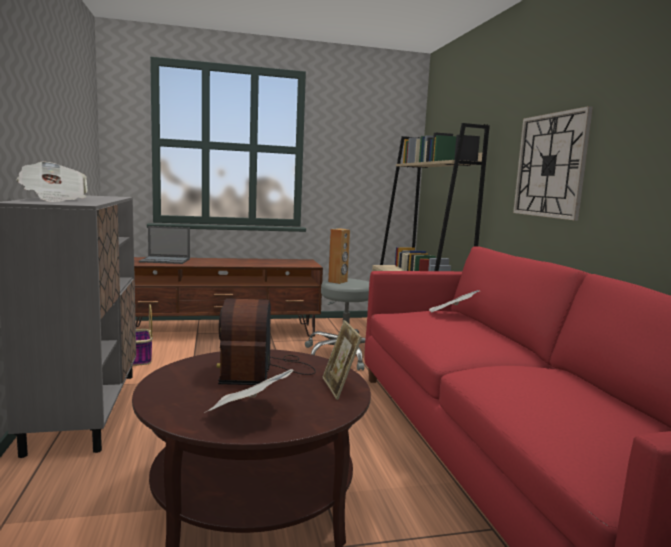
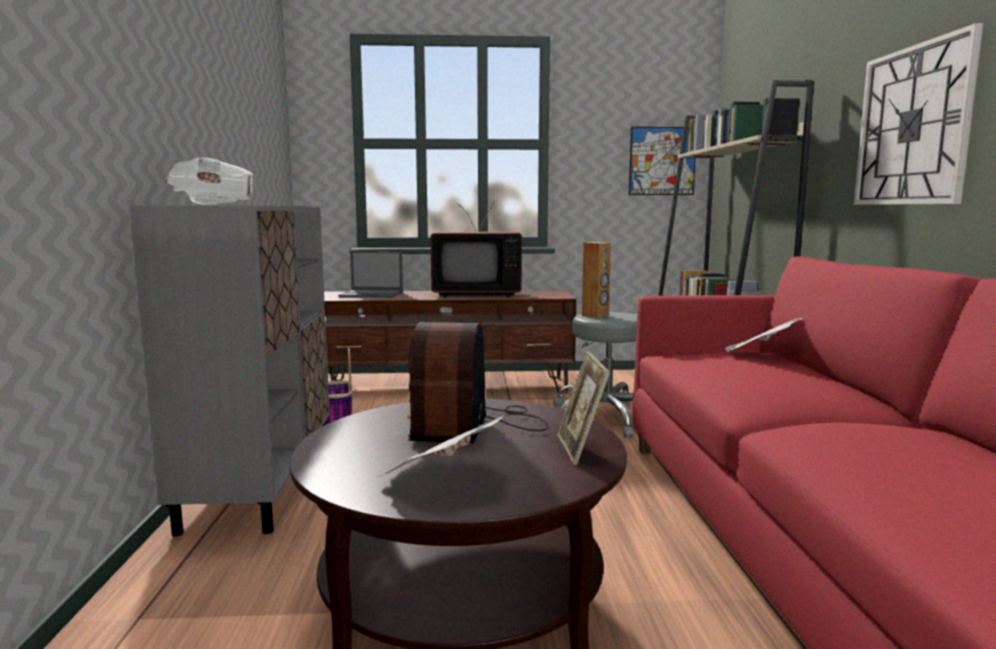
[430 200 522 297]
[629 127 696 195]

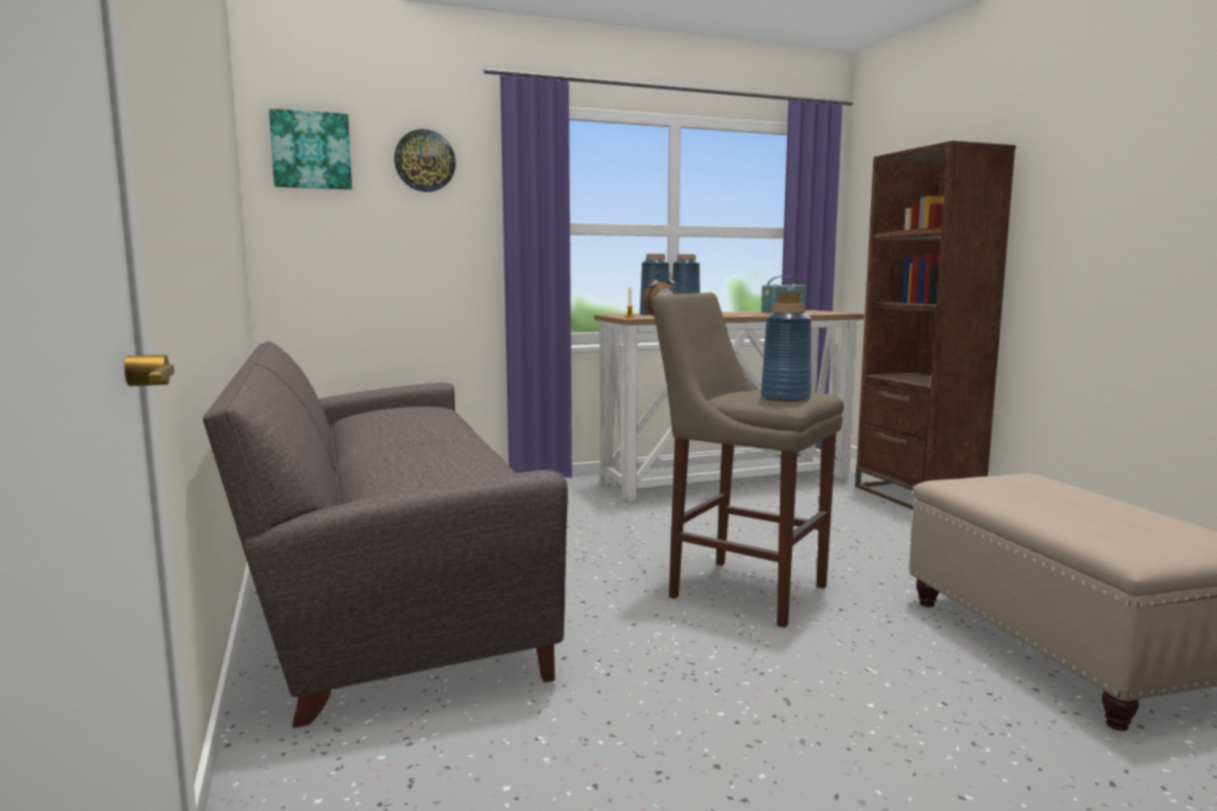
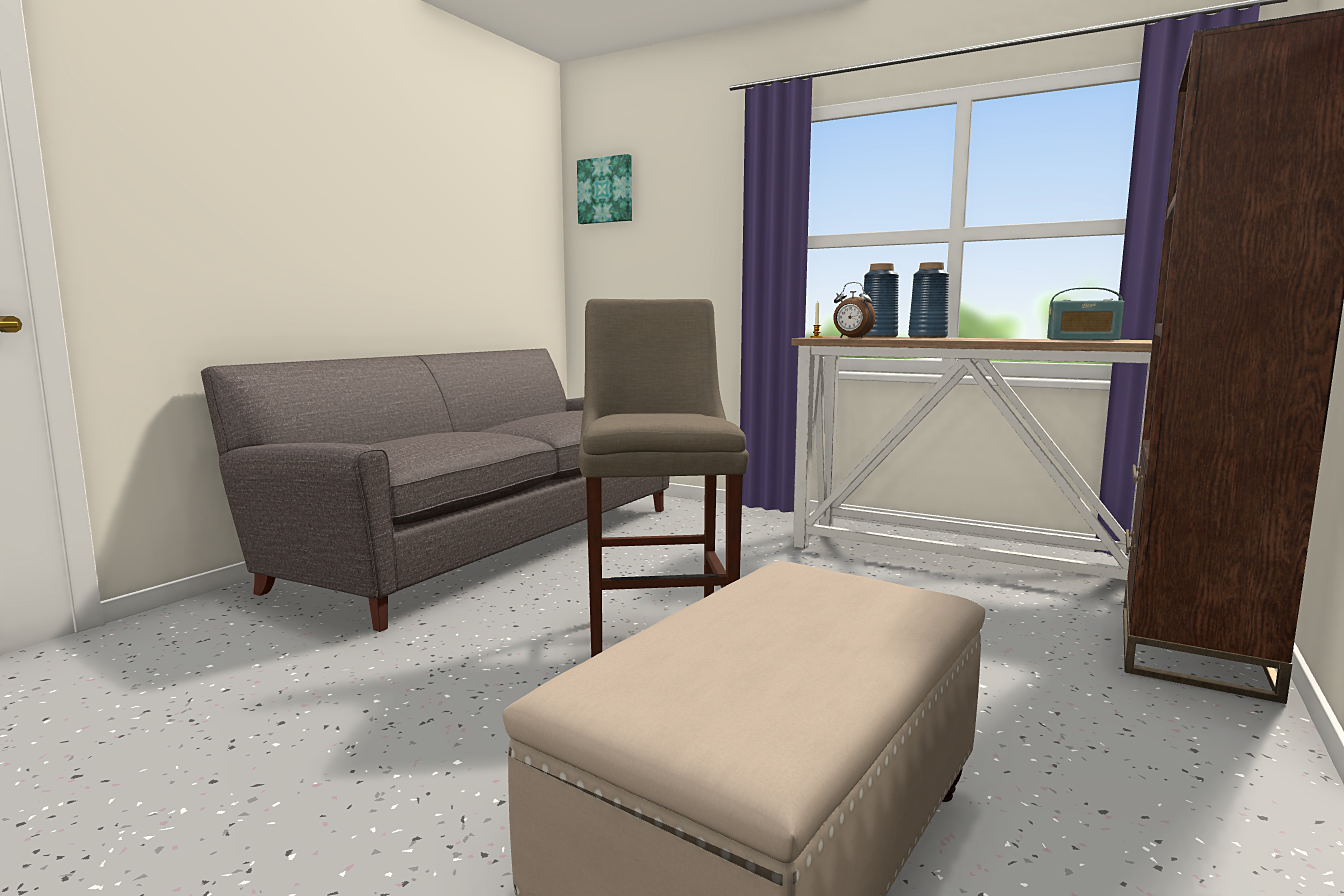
[394 129 456 192] (first image)
[761 303 811 402] (first image)

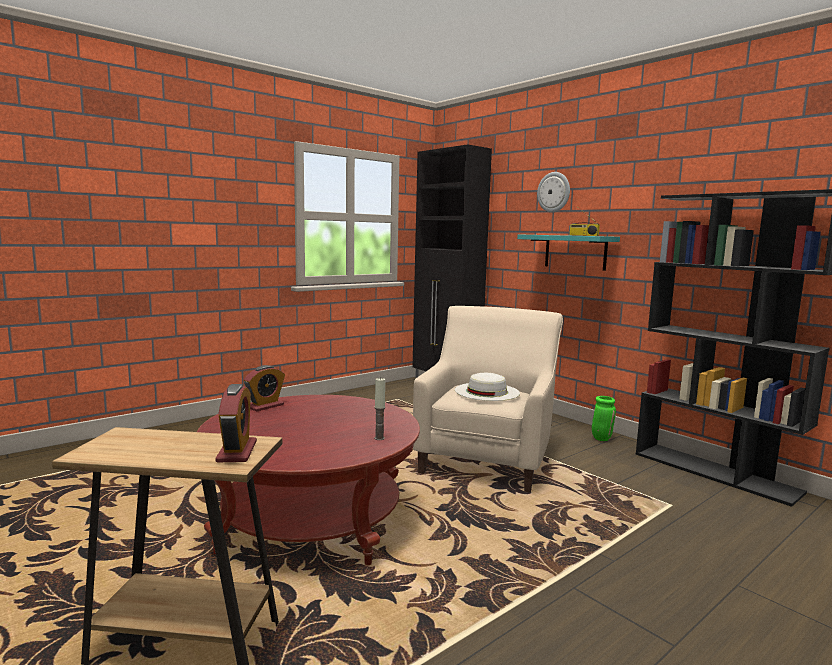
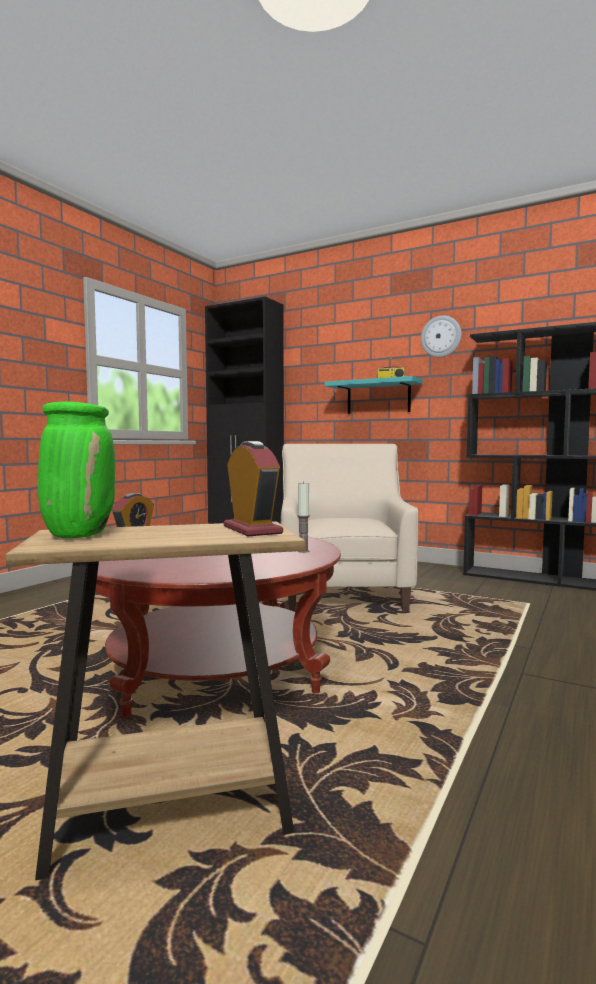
[455 373 520 401] (first image)
[421 315 461 357]
[38 401 115 538]

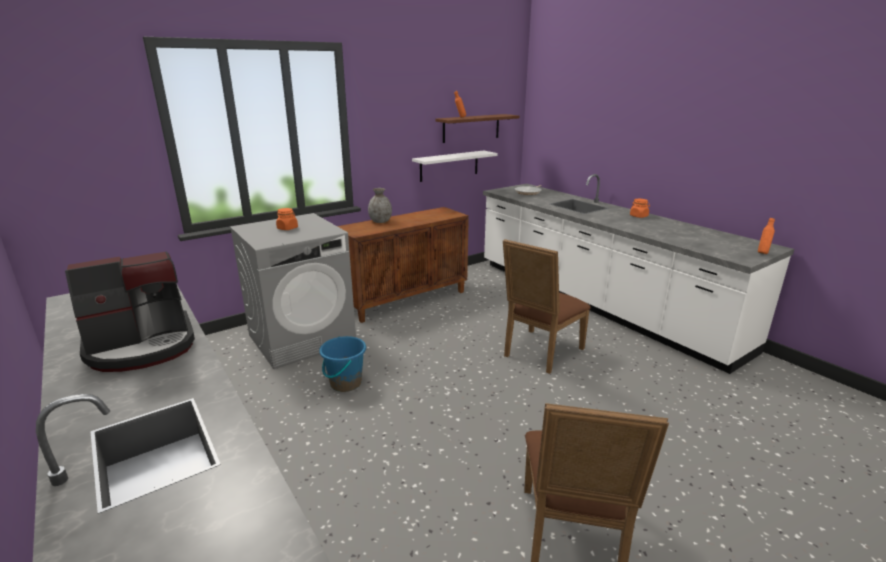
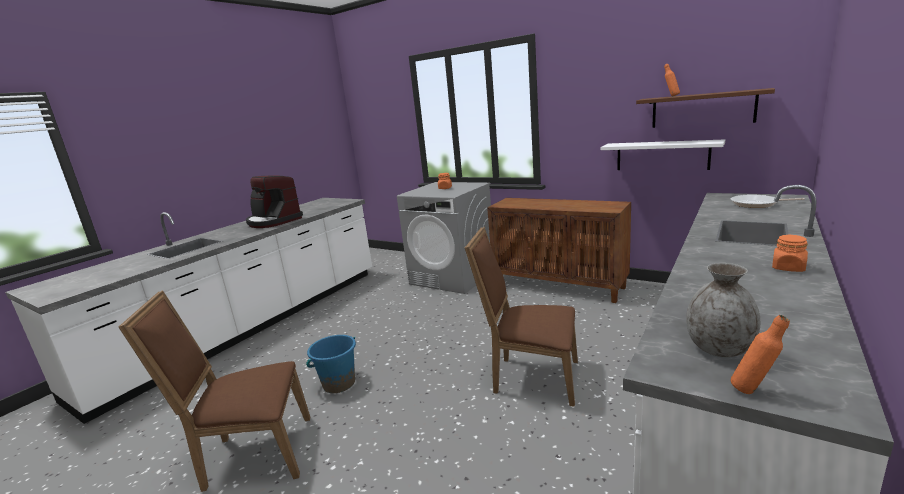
[306 335 356 393]
[686 263 760 357]

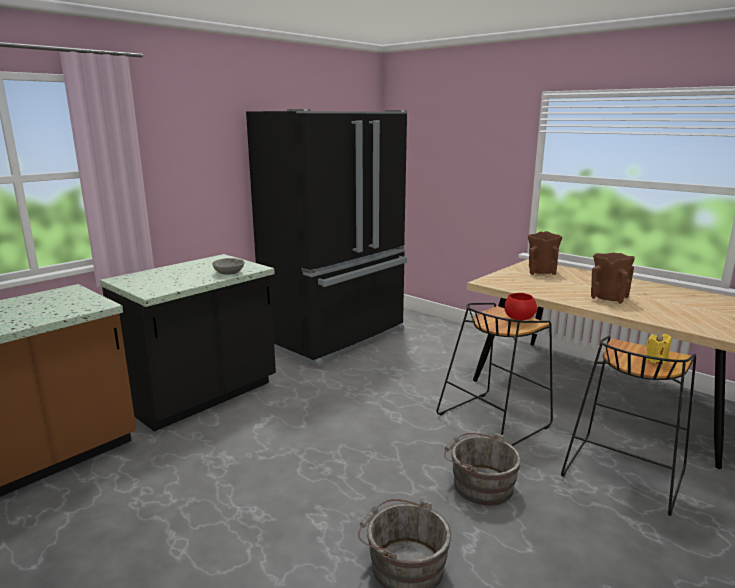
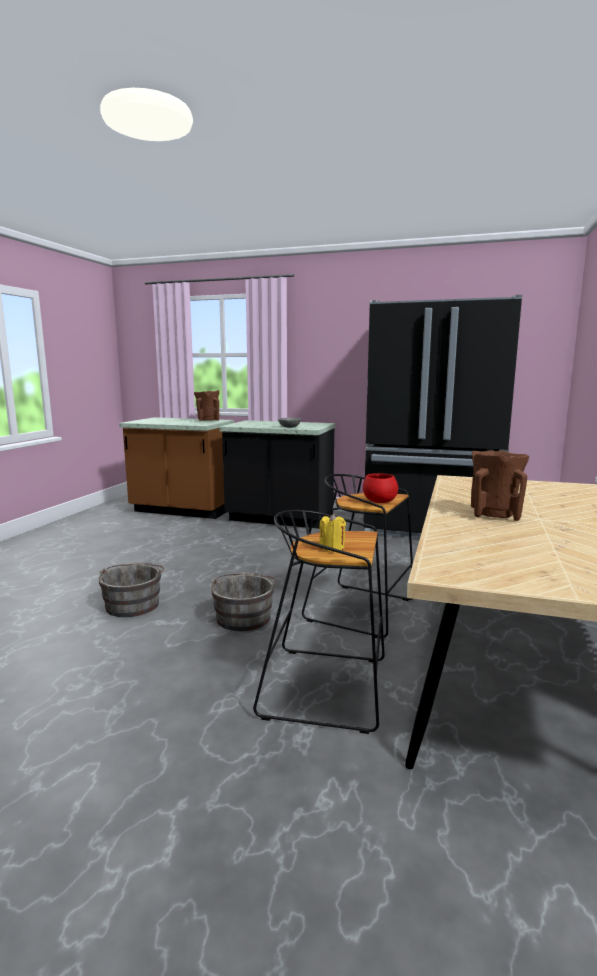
[194 390 219 421]

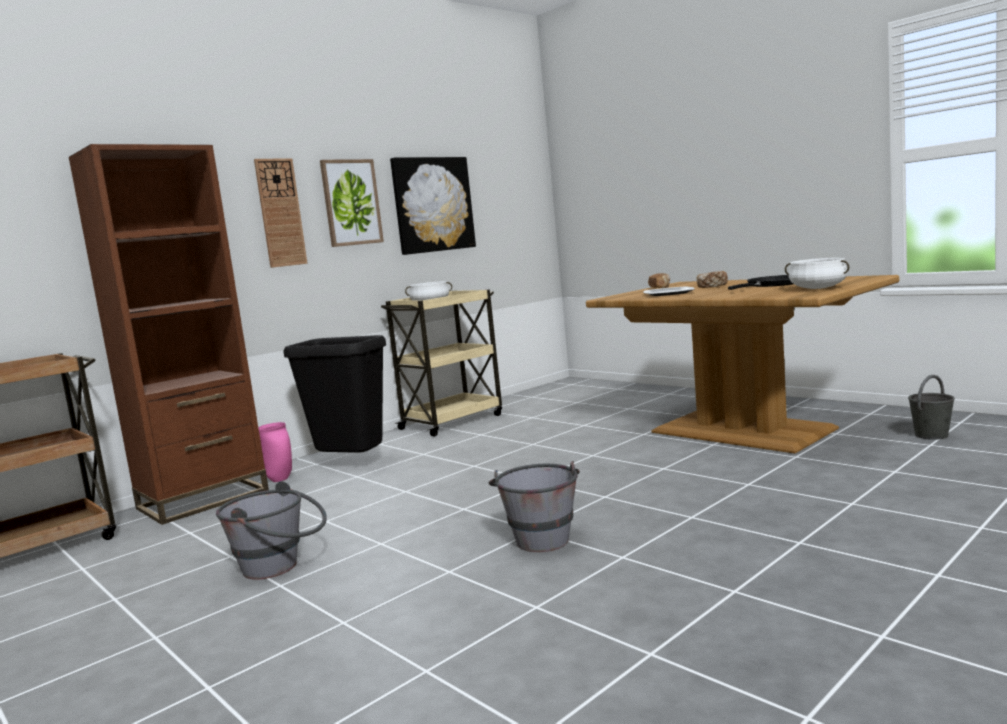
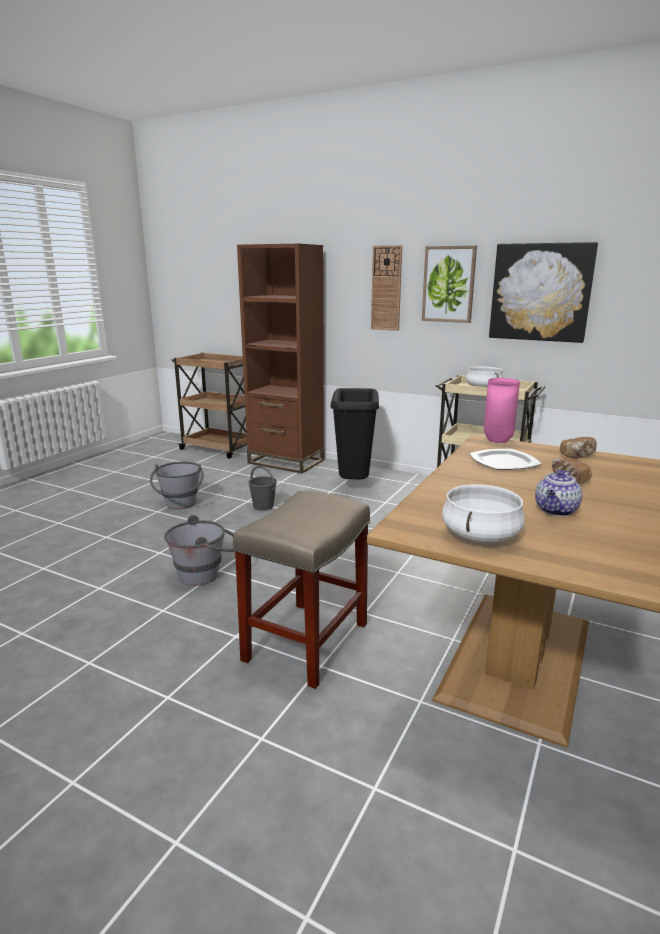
[484 378 520 443]
[535 470 582 516]
[248 466 277 511]
[233 491 370 689]

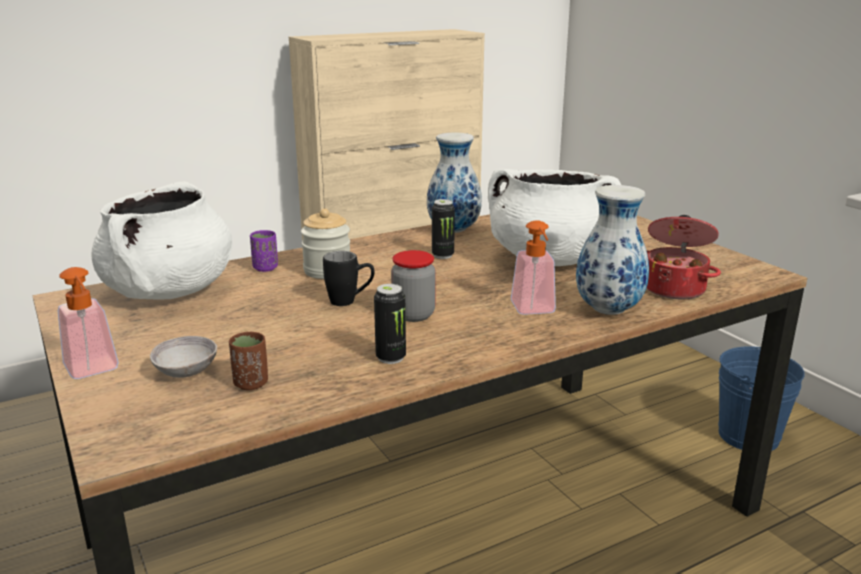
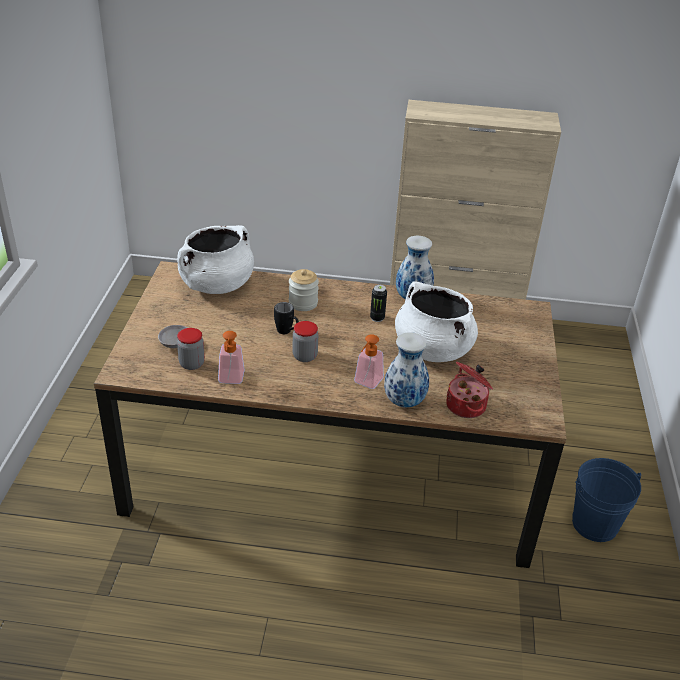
[218 331 245 384]
[177 328 205 370]
[250 230 278 272] (first image)
[374 284 406 364] (first image)

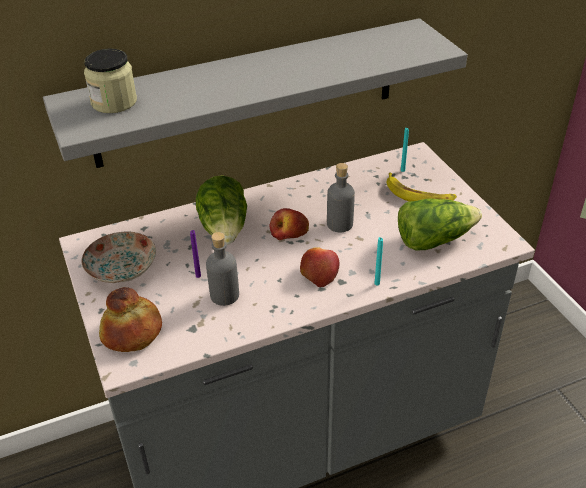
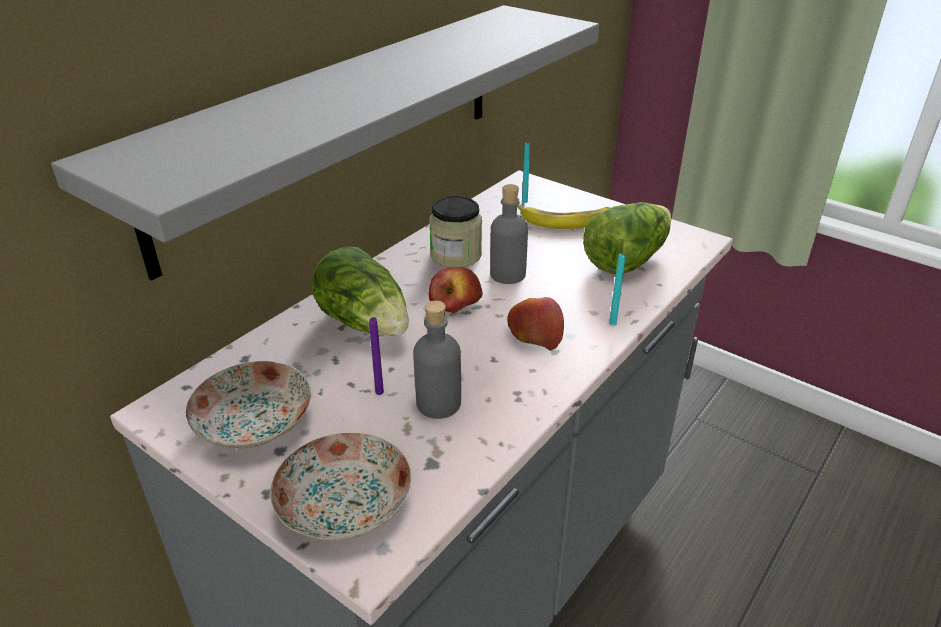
[429 196 482 268]
[270 433 411 541]

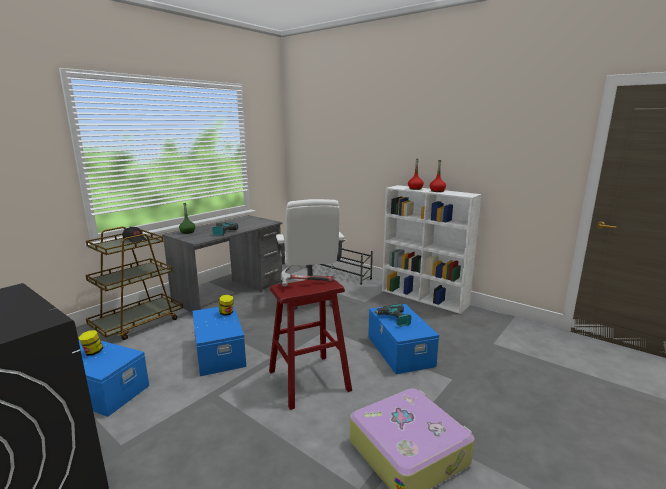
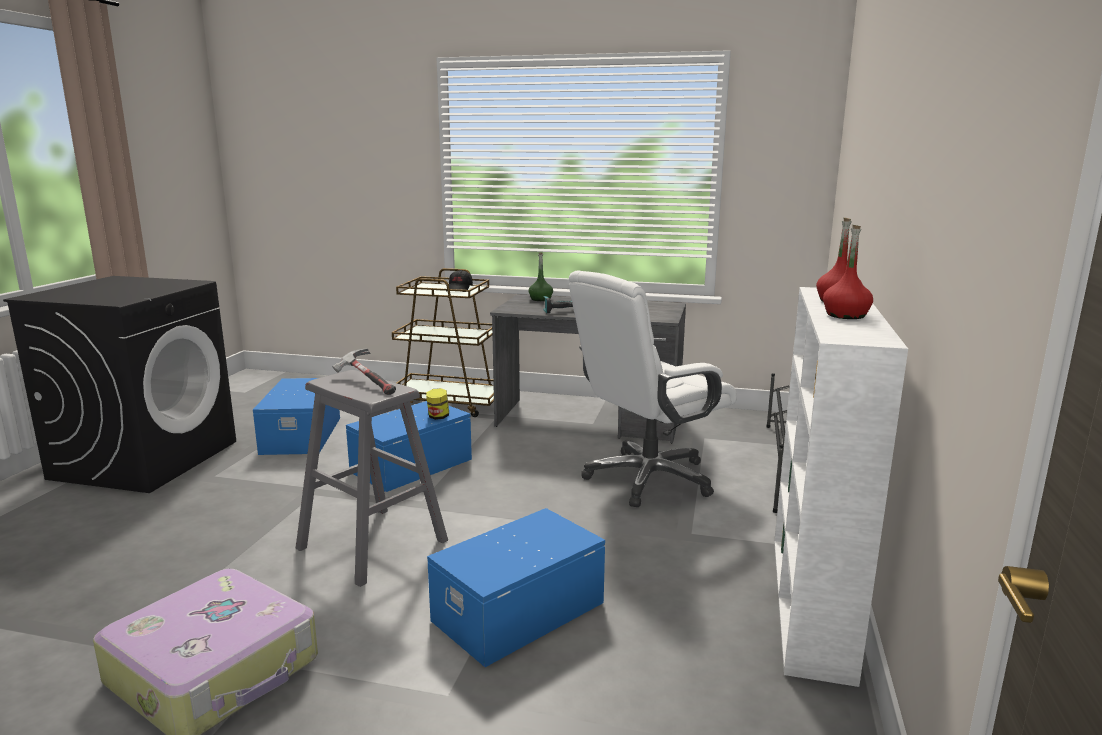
[79 330 103 356] (first image)
[296 370 448 587]
[374 304 411 327] (first image)

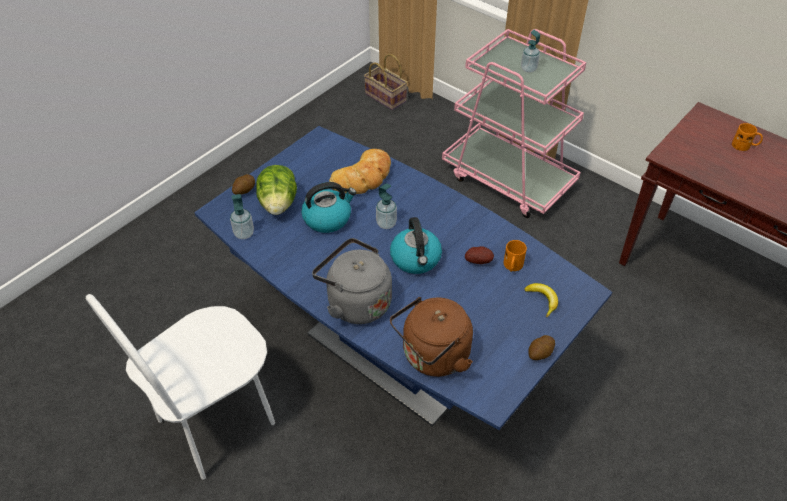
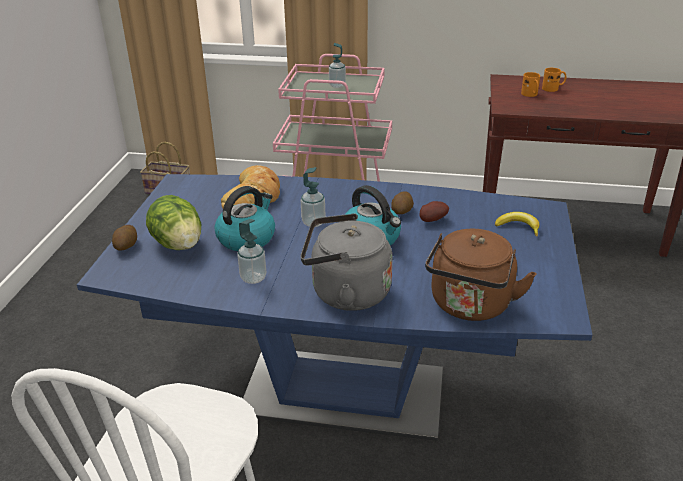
[237 219 266 284]
[521 72 540 97]
[391 191 414 214]

